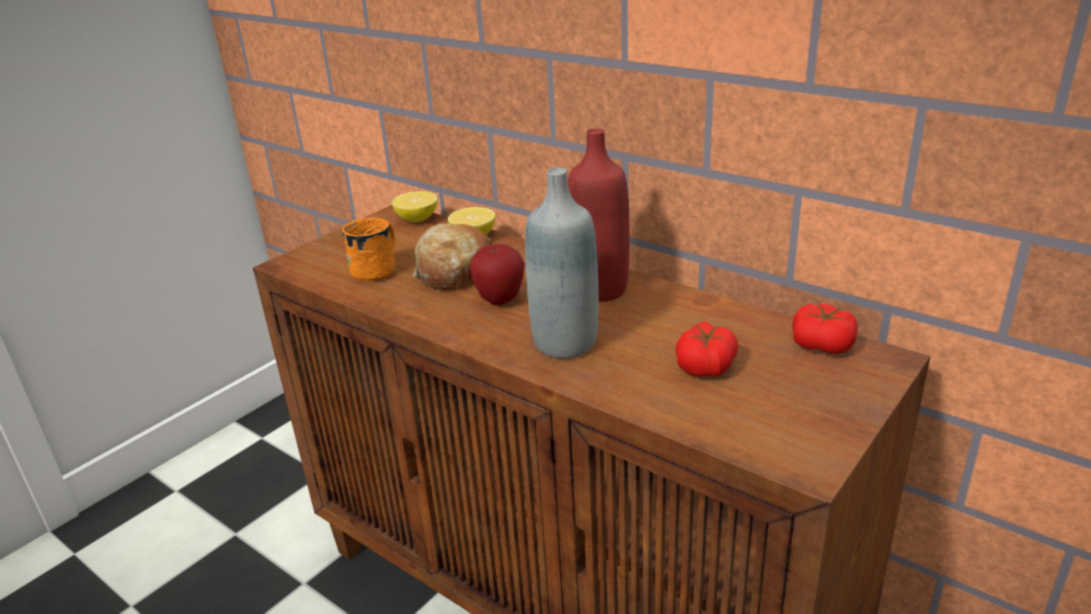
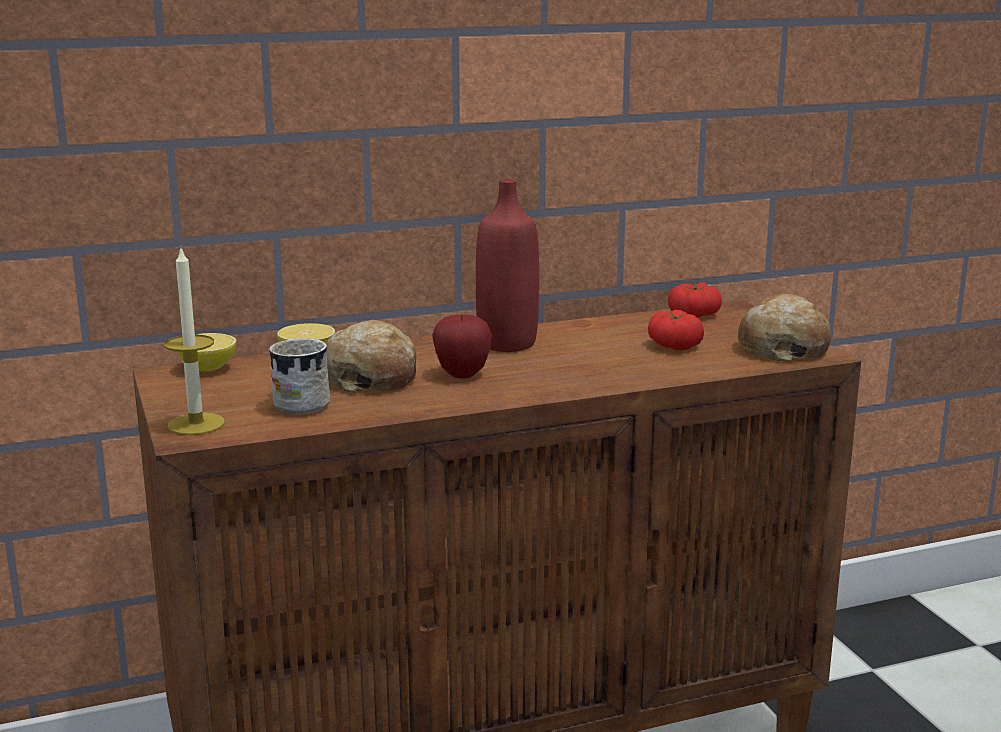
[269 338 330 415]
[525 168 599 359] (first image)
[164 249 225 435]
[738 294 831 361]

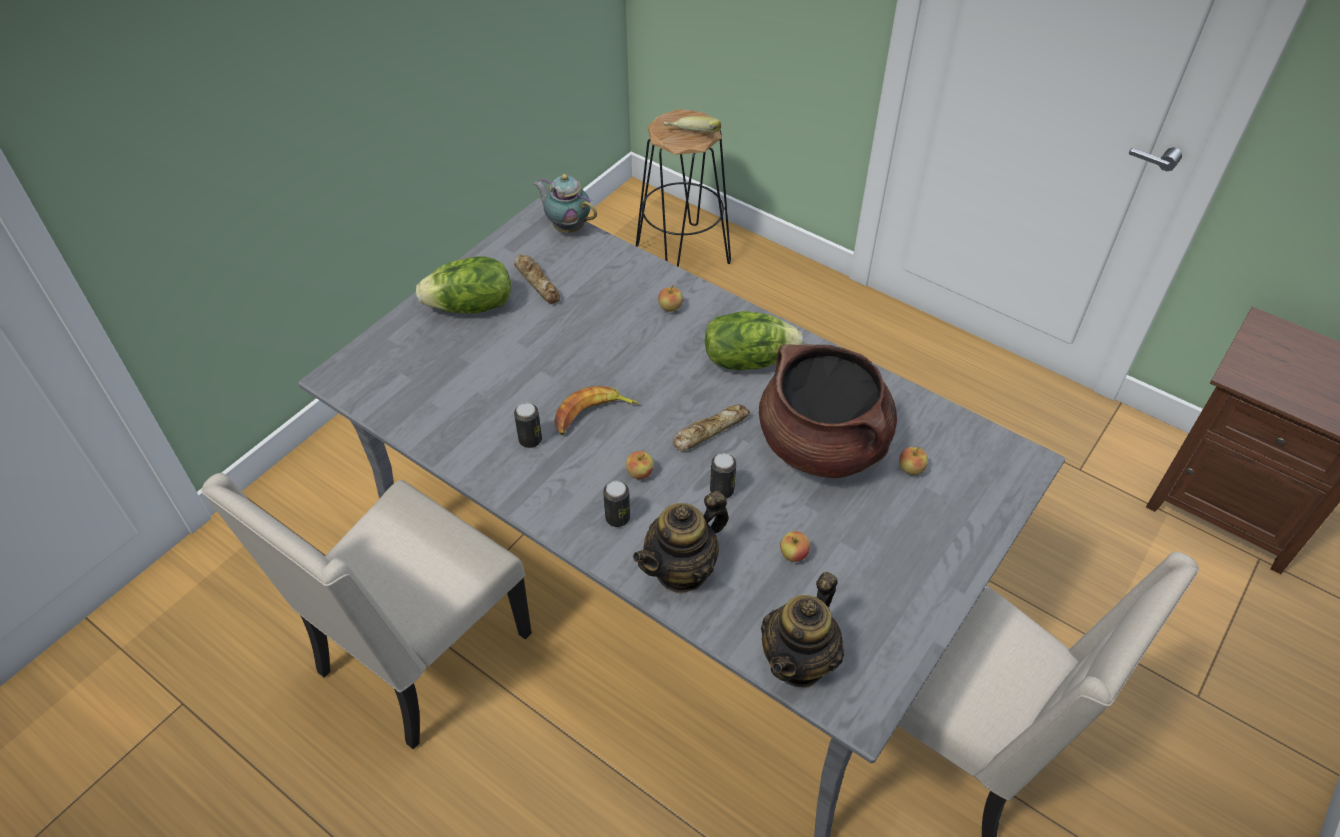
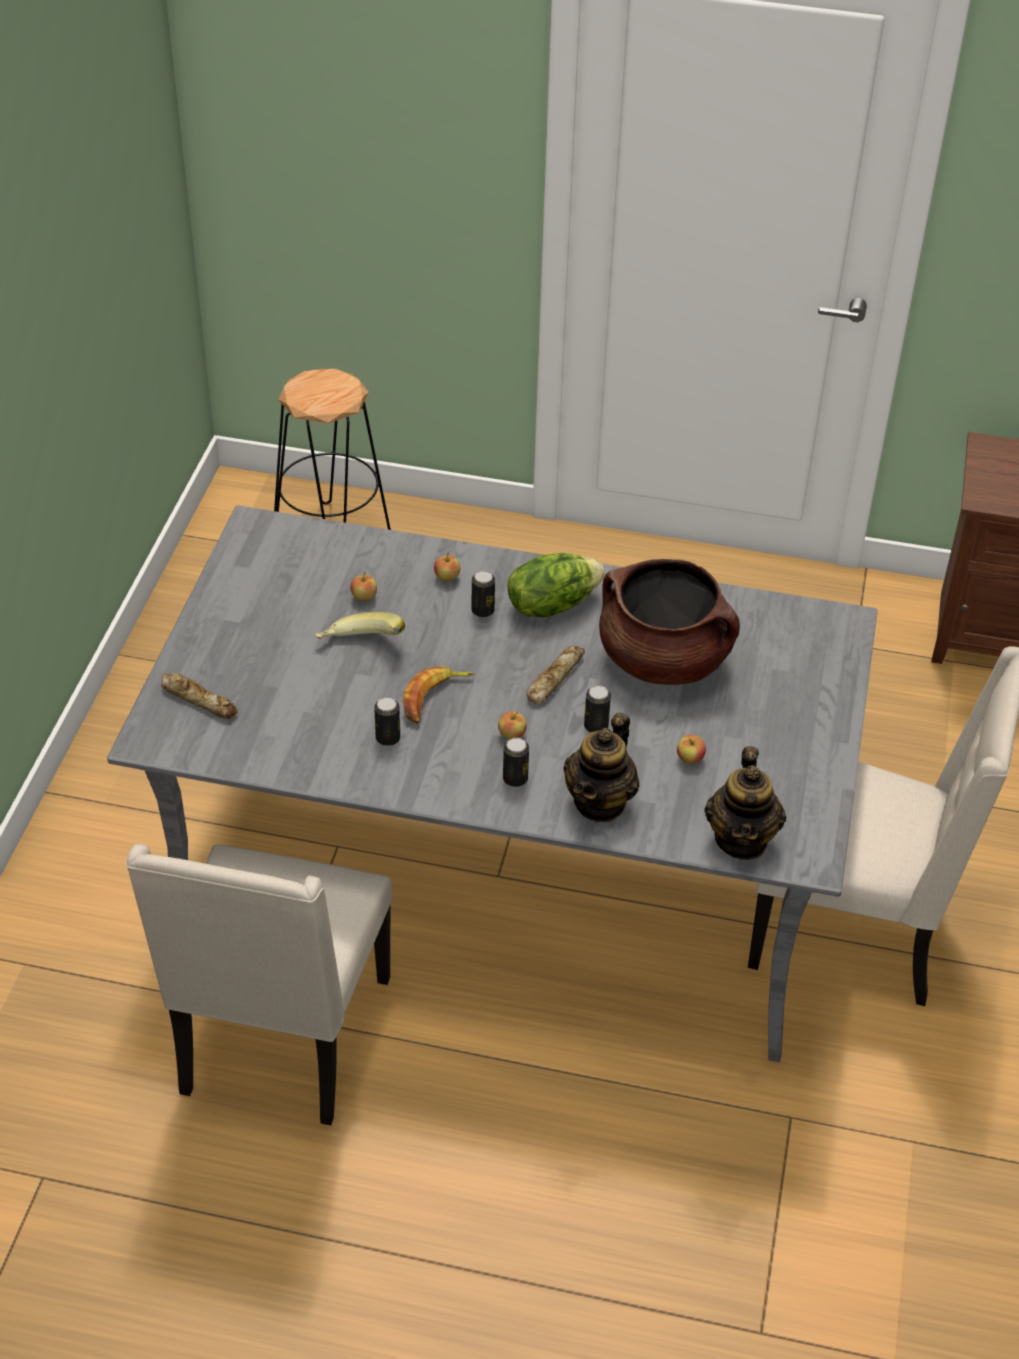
[416 257 511 314] (first image)
[161 673 238 719]
[534 174 597 233] (first image)
[315 612 405 639]
[350 572 377 601]
[472 571 495 617]

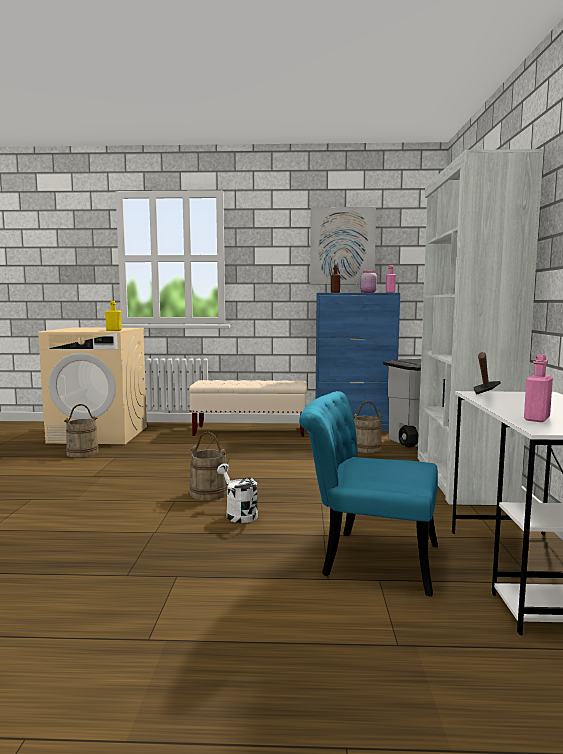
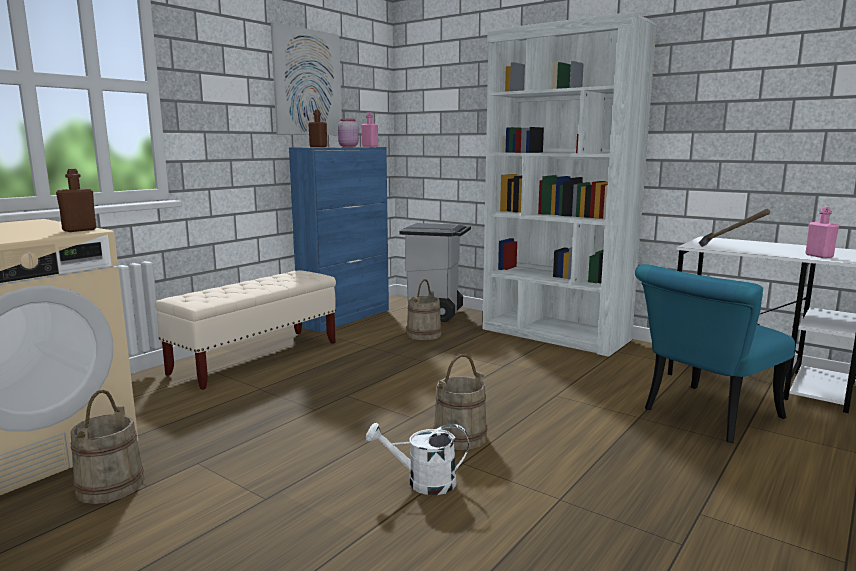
[56 169 97 232]
[366 422 469 495]

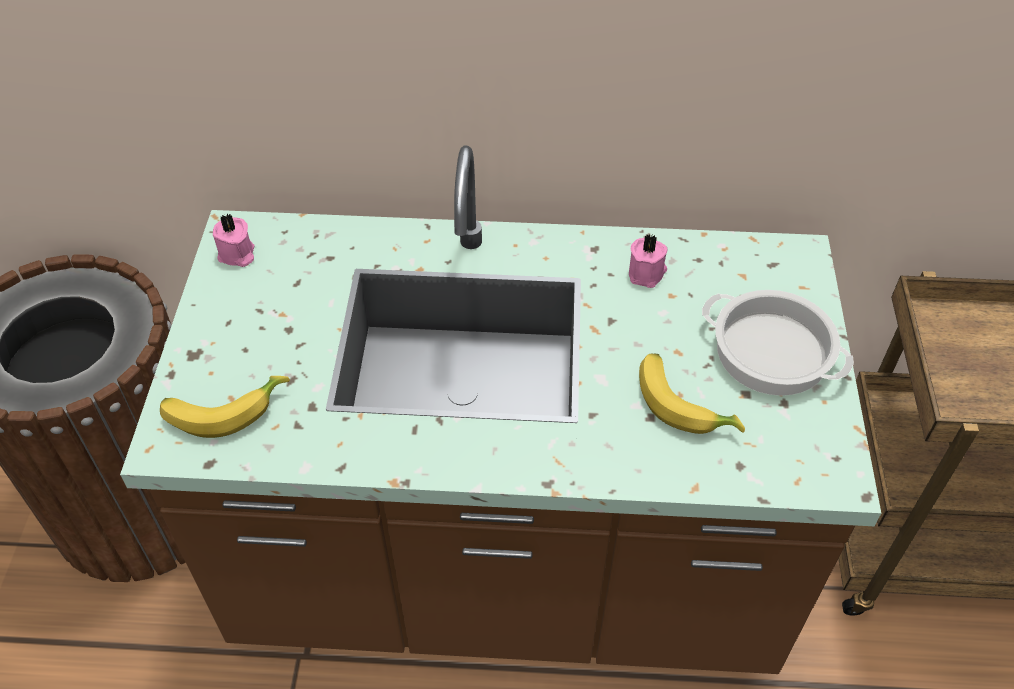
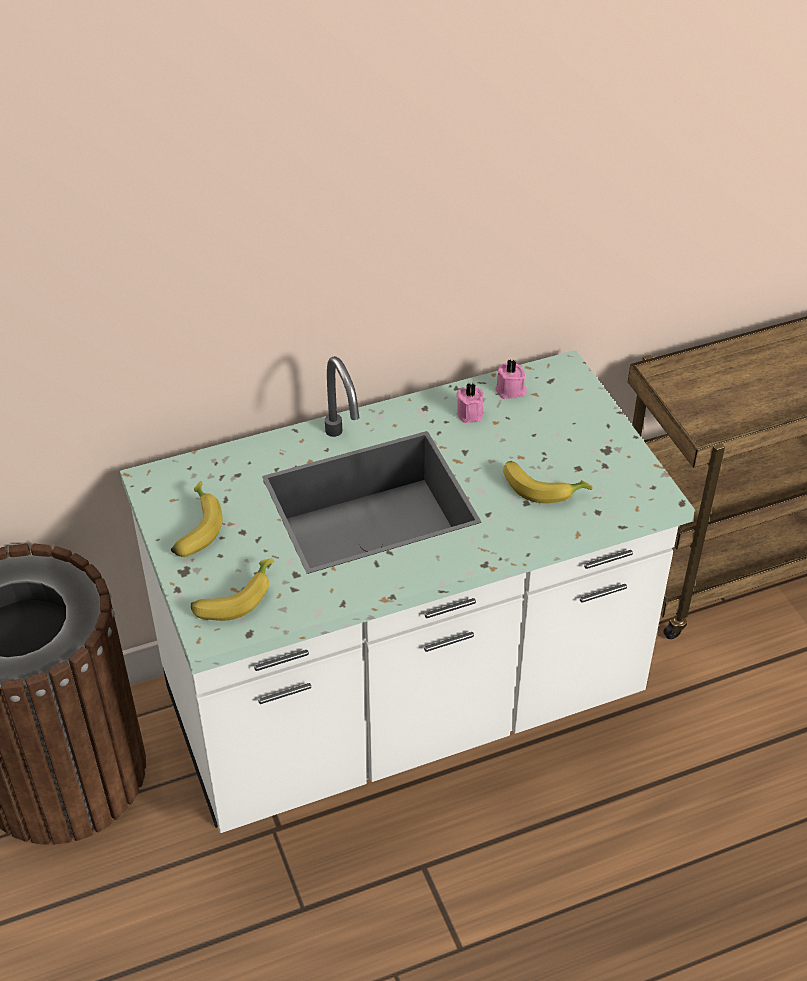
[120 350 695 833]
[495 359 527 399]
[702 290 854 396] (first image)
[171 481 223 557]

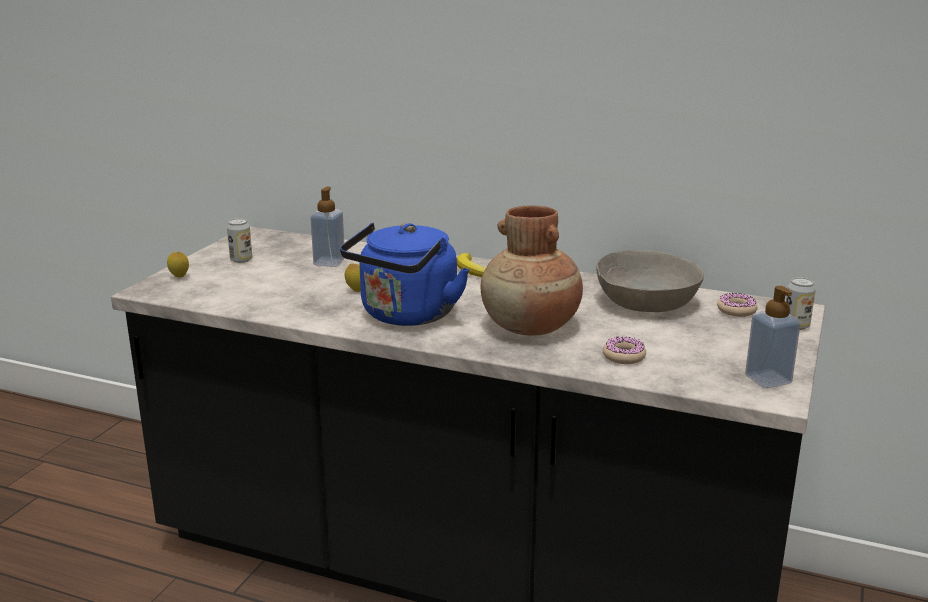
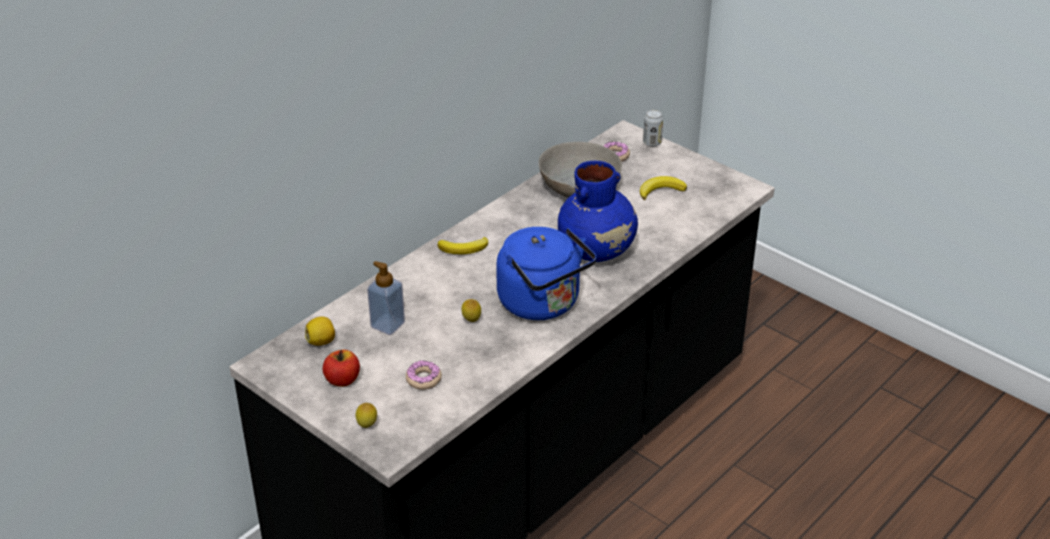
[323 350 360 387]
[558 161 638 262]
[406 360 442 390]
[745 286 801 388] (first image)
[305 316 335 346]
[640 176 687 200]

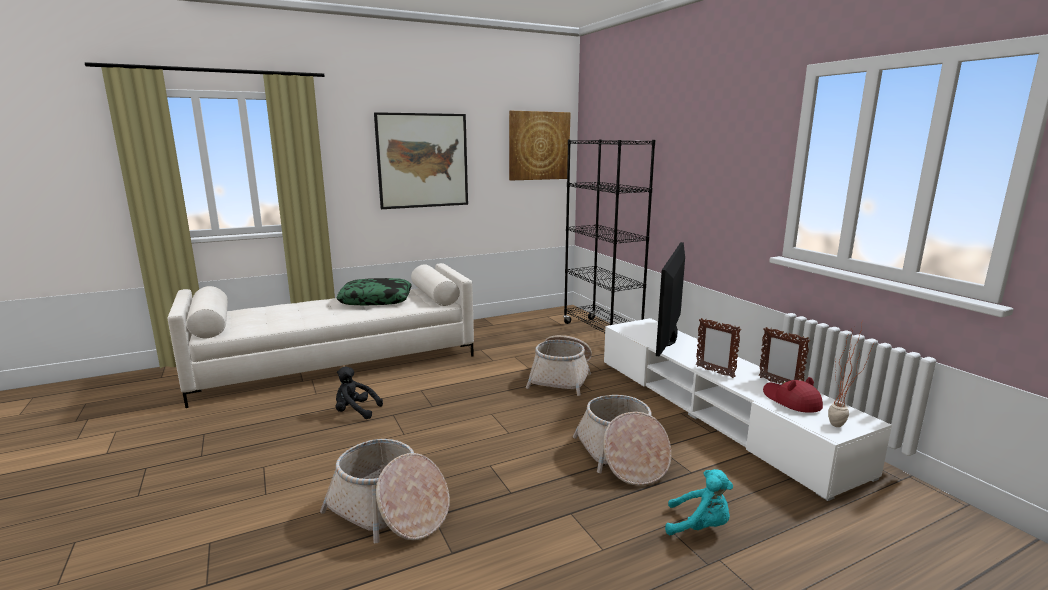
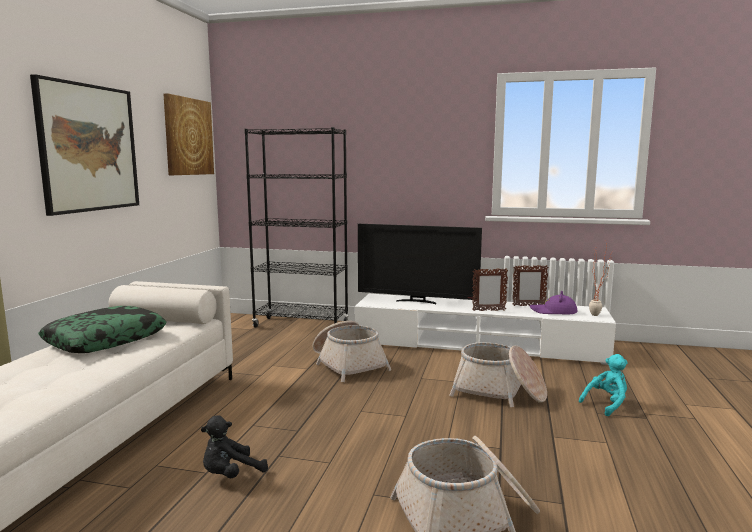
[358 224 482 304]
[530 291 577 315]

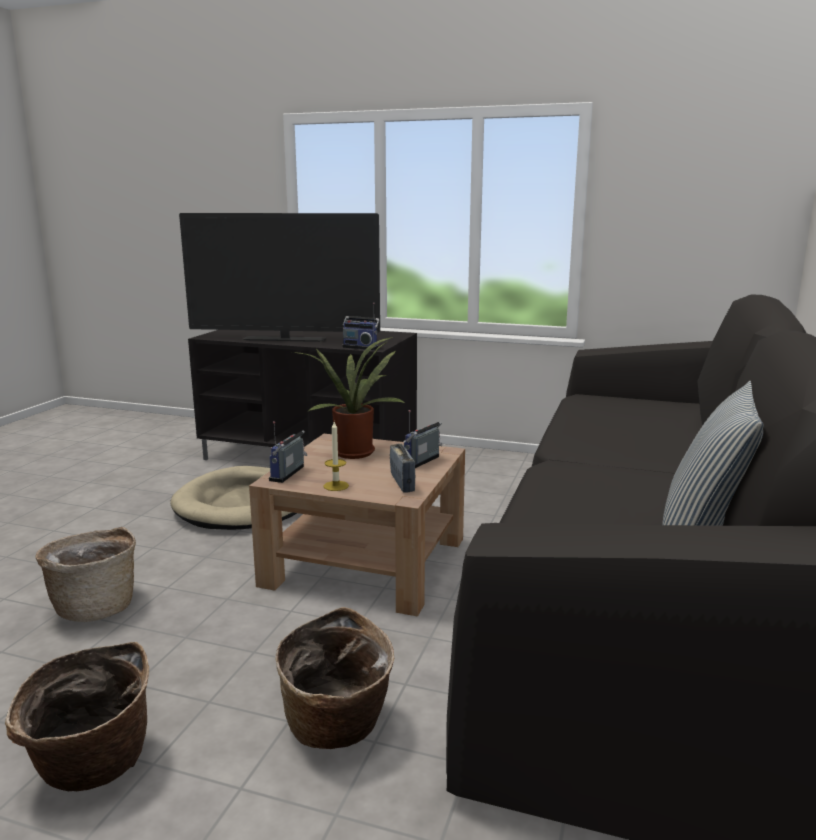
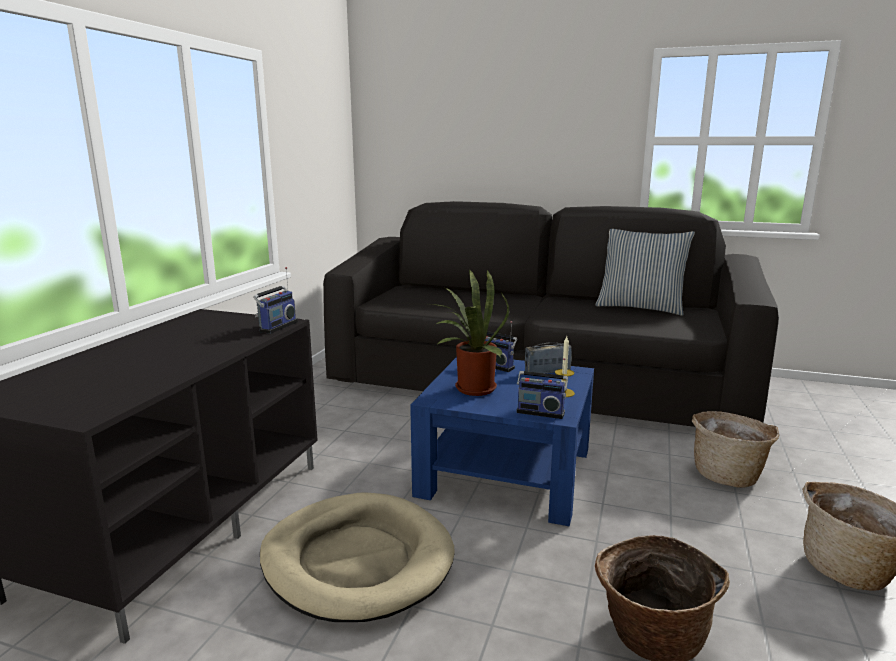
[179 213 380 342] (first image)
[410 357 594 526]

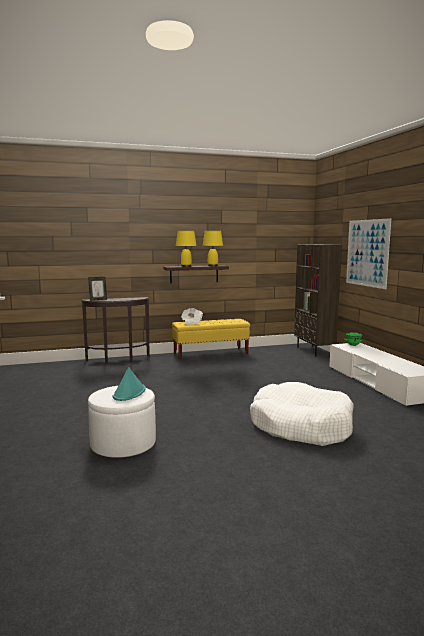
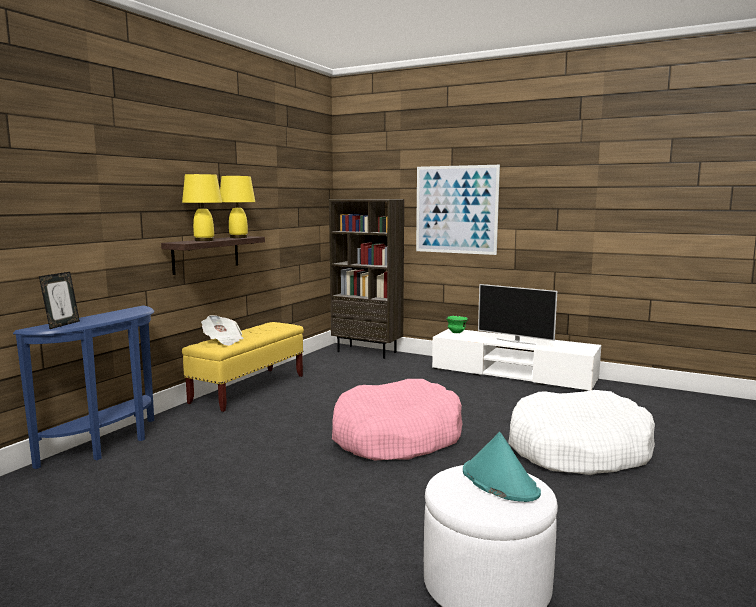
[13 305 154 469]
[332 379 462 461]
[478 284 557 345]

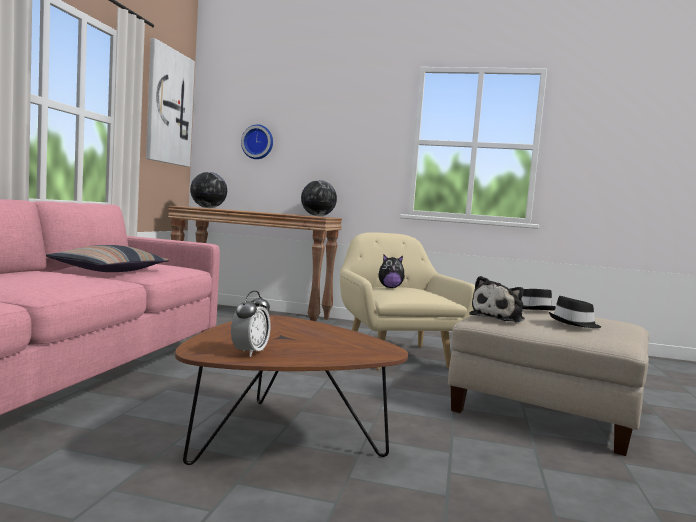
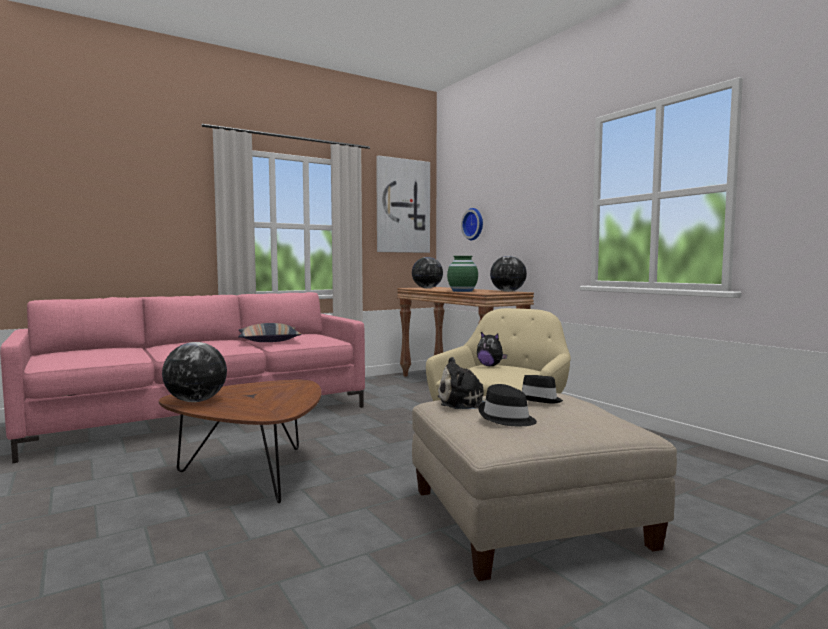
[162 342 227 402]
[447 256 478 292]

